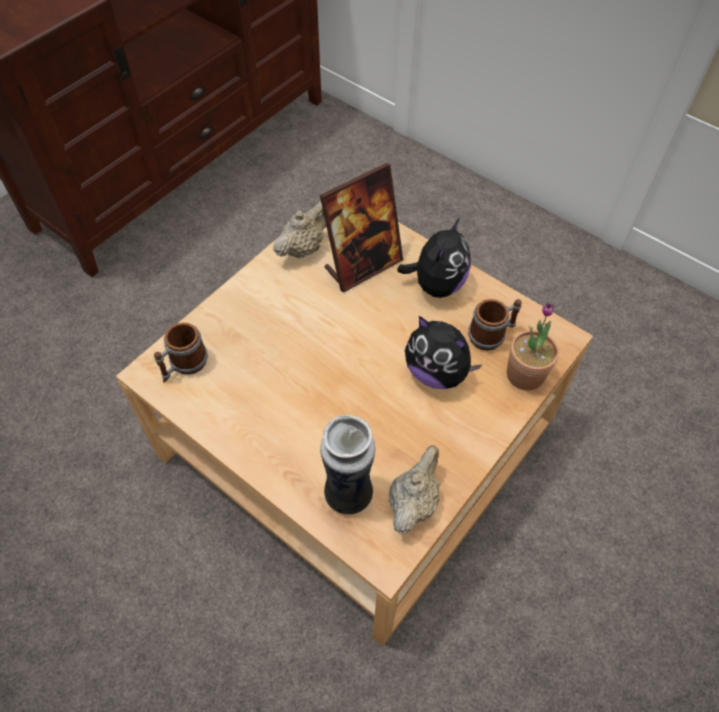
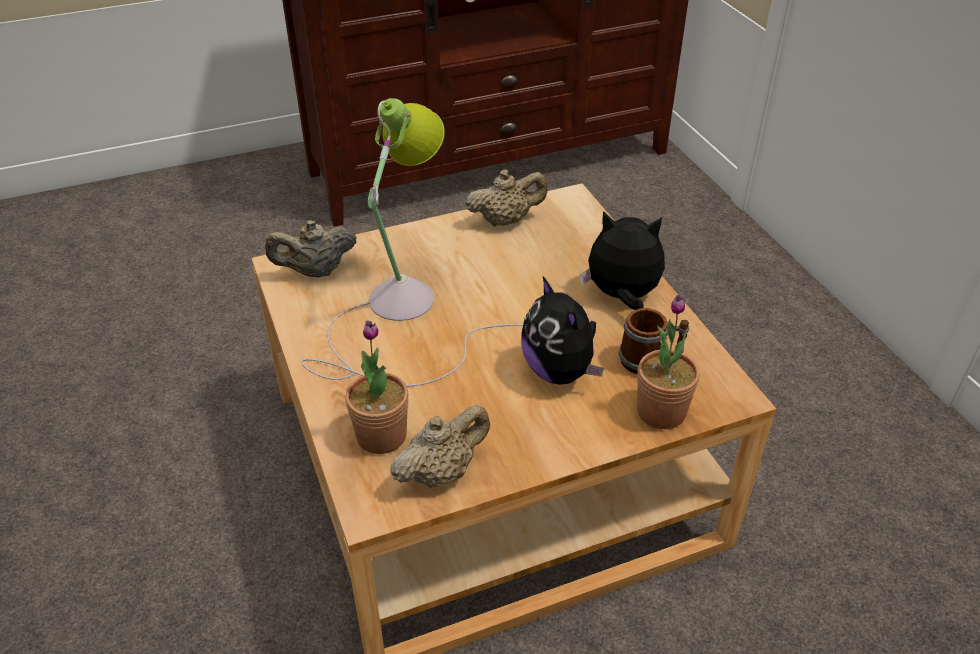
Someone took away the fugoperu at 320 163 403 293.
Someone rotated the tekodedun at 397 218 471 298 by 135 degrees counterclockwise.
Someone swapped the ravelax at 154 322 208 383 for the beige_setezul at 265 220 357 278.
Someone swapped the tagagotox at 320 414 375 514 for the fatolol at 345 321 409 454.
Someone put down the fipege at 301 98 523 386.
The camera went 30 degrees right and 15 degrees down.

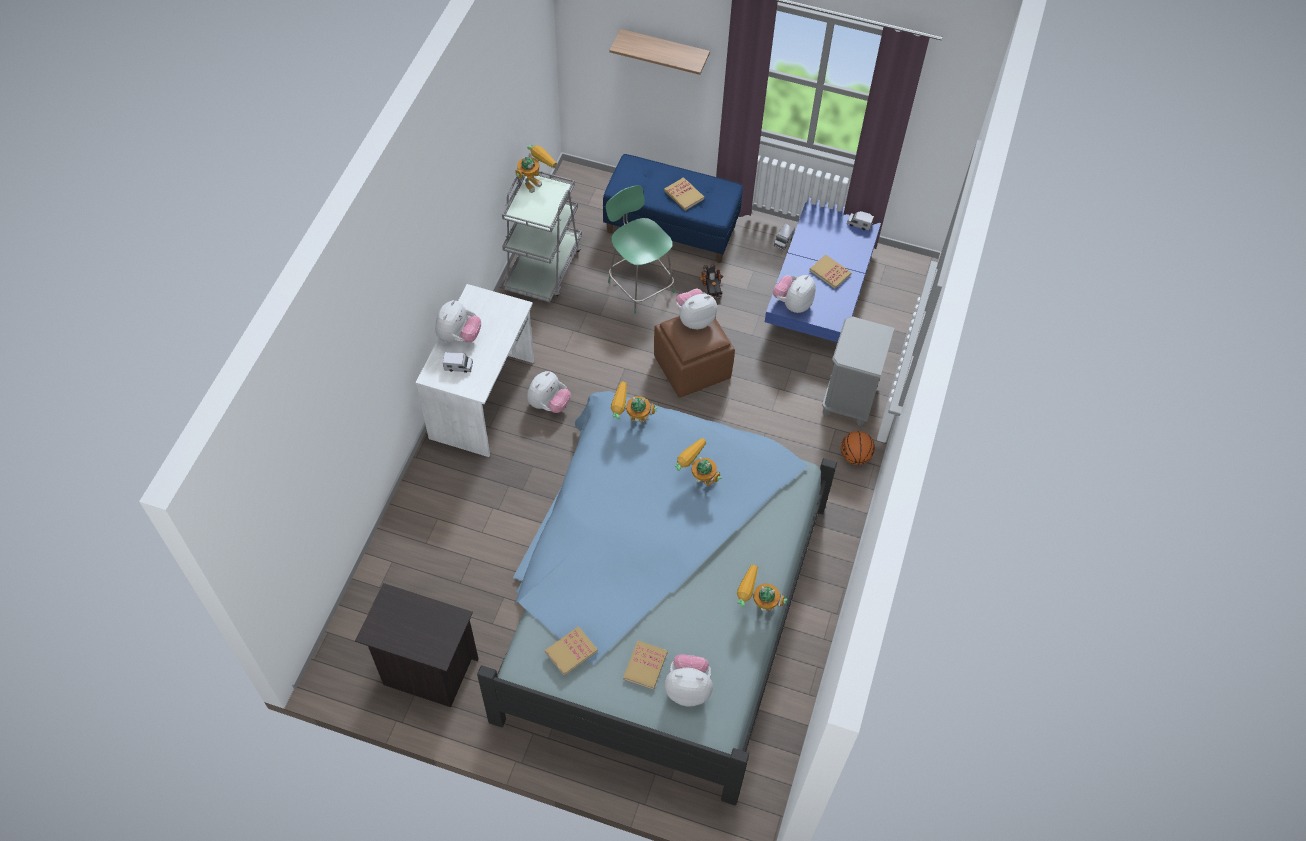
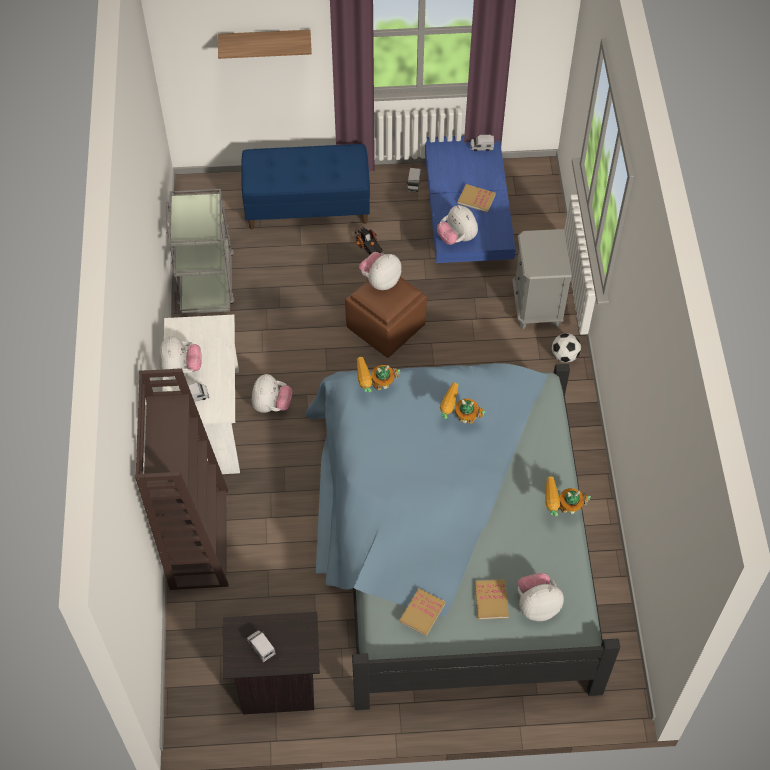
Someone took away the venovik at 515 145 557 193.
Someone took away the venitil at 664 177 704 211.
Someone took away the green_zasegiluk at 606 185 674 314.
Someone rotated the tekodedun at 773 275 816 313 by 45 degrees counterclockwise.
Someone swapped the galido at 841 431 875 465 for the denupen at 552 333 581 363.
Someone put down the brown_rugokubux at 135 368 229 590.
Someone put down the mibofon at 247 630 276 662.
The camera went 20 degrees left and 0 degrees up.

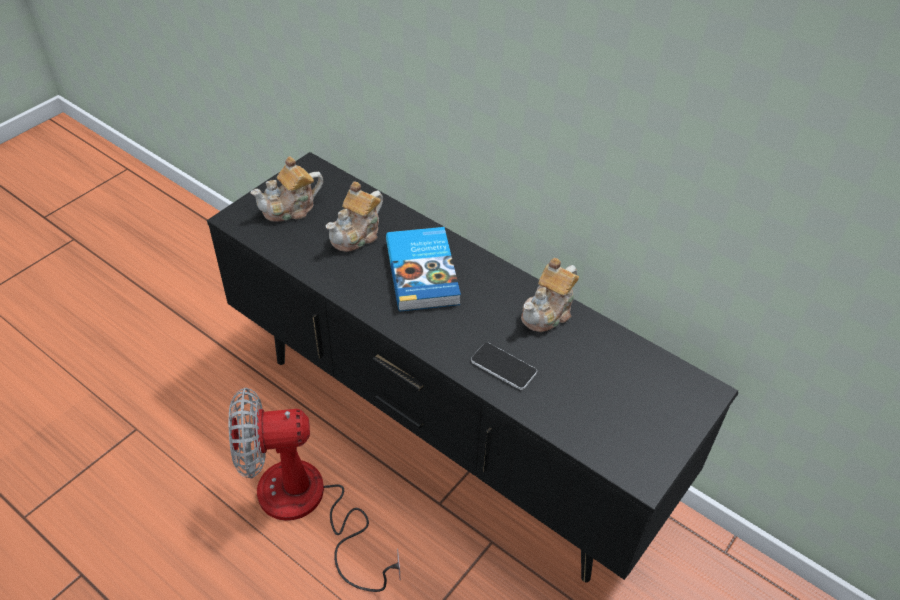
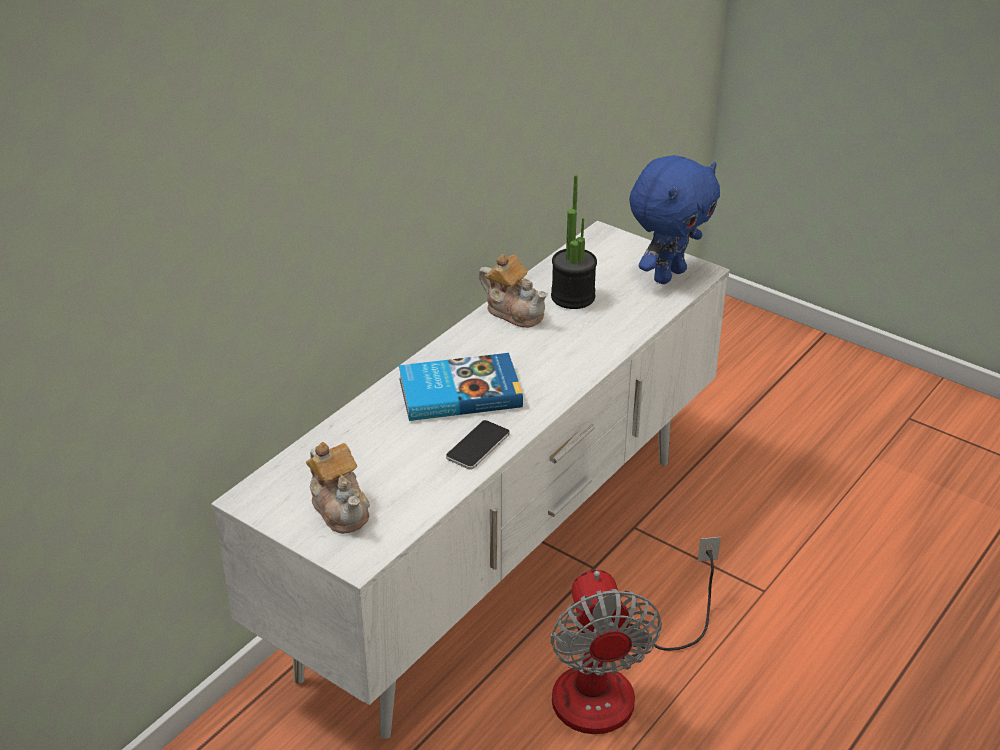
Someone repainted the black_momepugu at 207 152 738 582, which became the white_momepugu at 211 221 730 739.
Someone took away the setezul at 326 182 383 252.
Someone carried the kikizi from 471 343 537 390 to 446 420 510 470.
Someone put down the blue_tekodedun at 629 155 720 284.
Someone put down the fatolol at 551 175 597 309.
The camera went 90 degrees left and 10 degrees down.

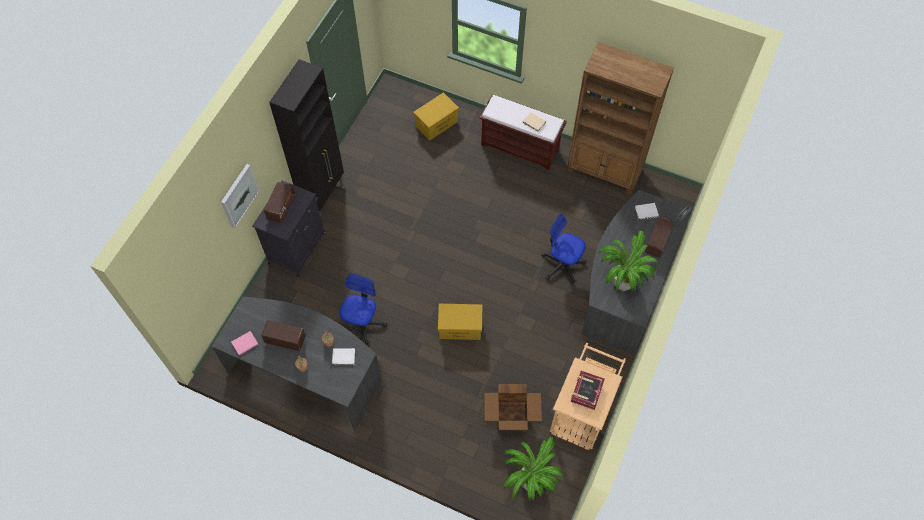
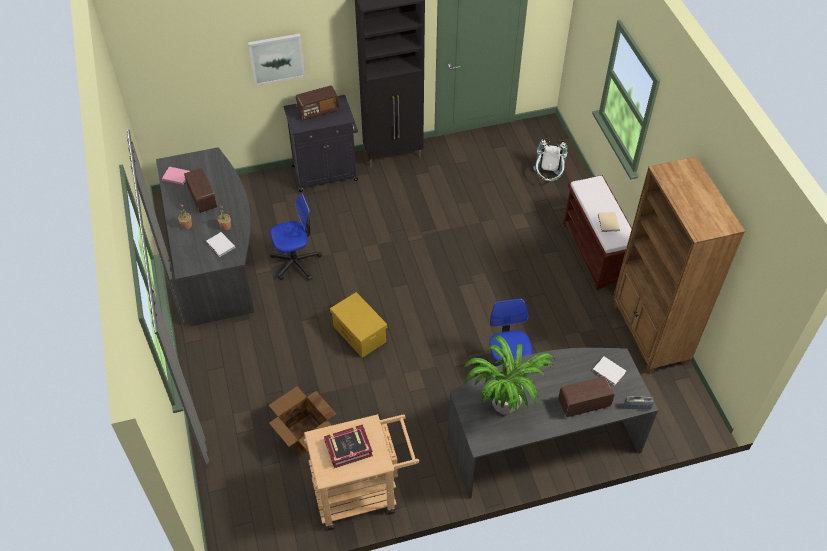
Someone swapped the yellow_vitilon at 413 92 459 140 for the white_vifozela at 533 138 568 181.
Someone took away the fatolol at 503 437 565 501.
The camera went 50 degrees right and 10 degrees down.

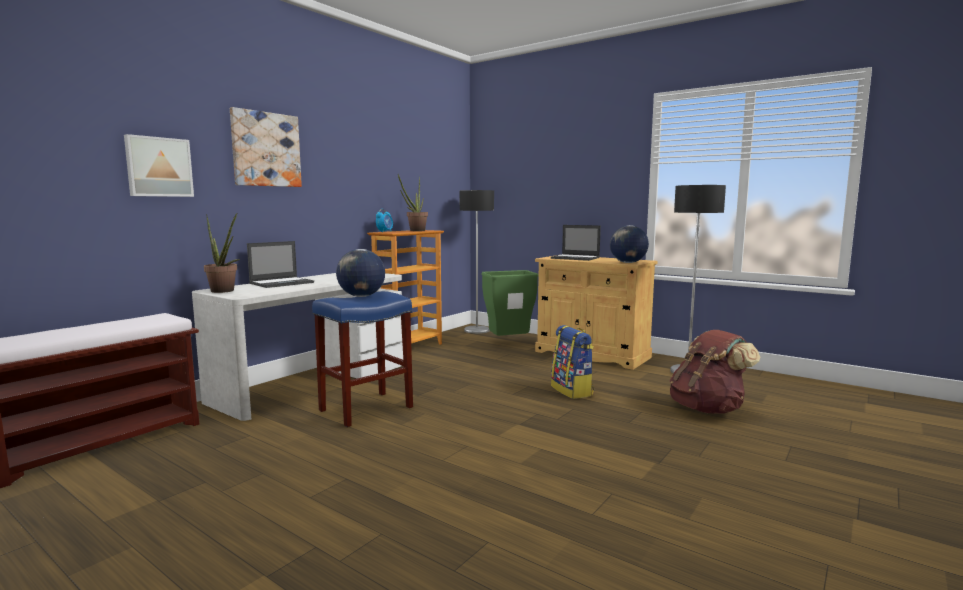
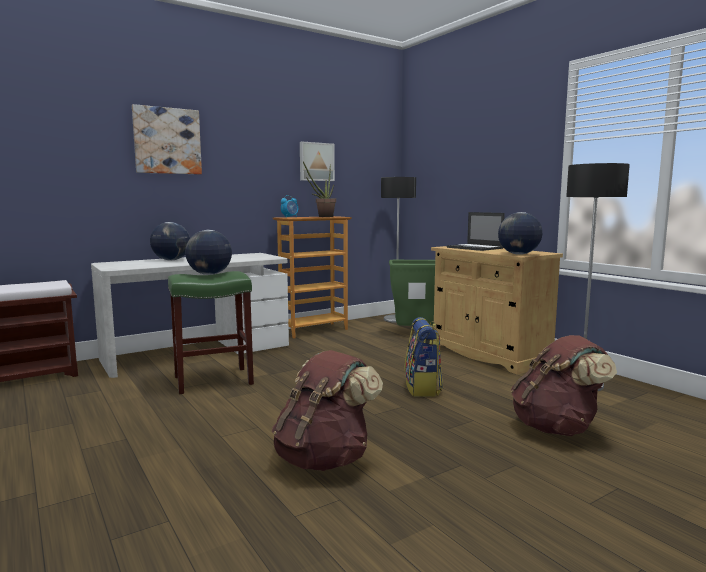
Someone carried the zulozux from 124 134 194 197 to 300 142 335 181.
Someone took away the fatolol at 204 213 240 293.
Someone swapped the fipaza at 247 241 314 288 for the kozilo at 150 222 190 260.
Someone repainted the blue_zasegiluk at 312 291 413 427, which became the green_zasegiluk at 168 271 254 394.
Someone put down the brown_vifozela at 272 350 383 471.
The camera went 20 degrees right and 0 degrees up.

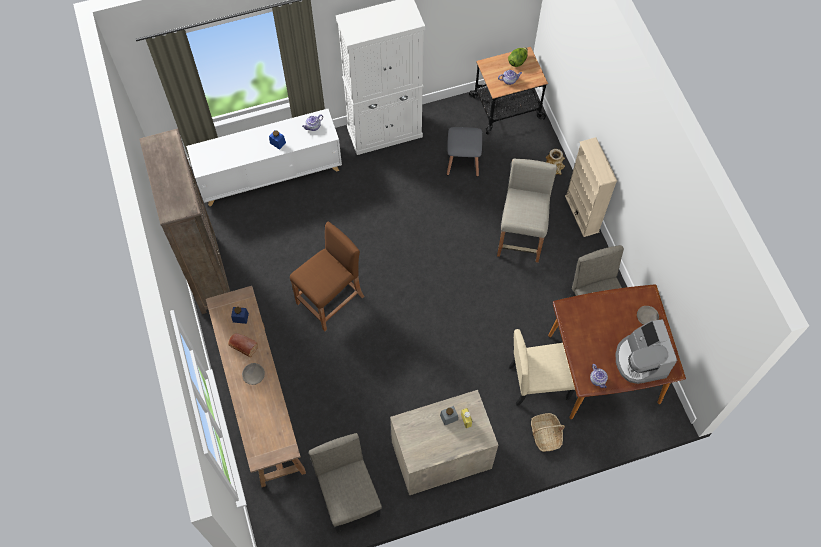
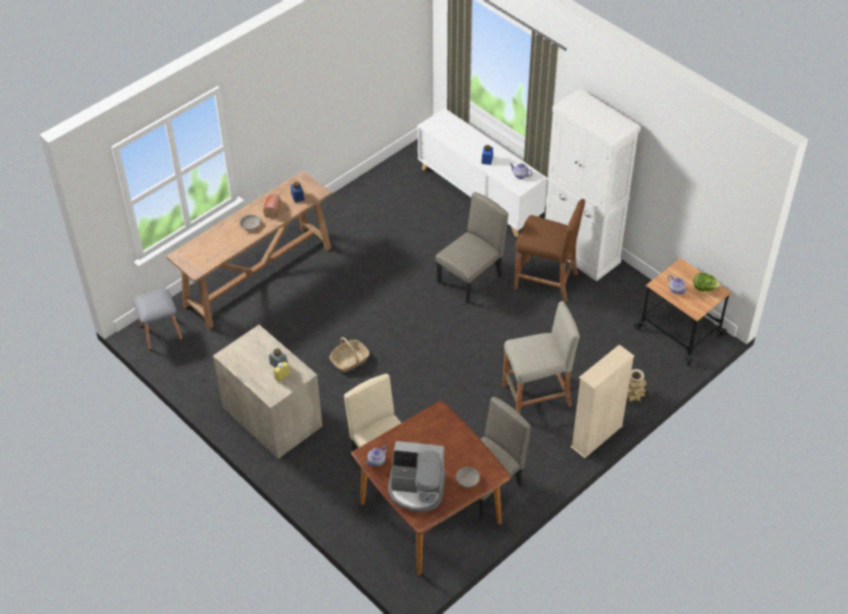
Someone carried the grey_zasegiluk from 447 127 482 177 to 133 289 183 350.
Someone took away the brown_rugokubux at 139 128 230 314.
Someone carried the brown_zasegiluk from 290 222 364 332 to 514 199 585 302.
Someone rotated the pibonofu at 615 319 677 384 by 135 degrees counterclockwise.
Someone carried the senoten from 531 413 565 452 to 330 337 369 372.
Someone carried the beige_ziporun from 309 433 382 533 to 436 192 508 303.
The camera went 65 degrees right and 15 degrees down.

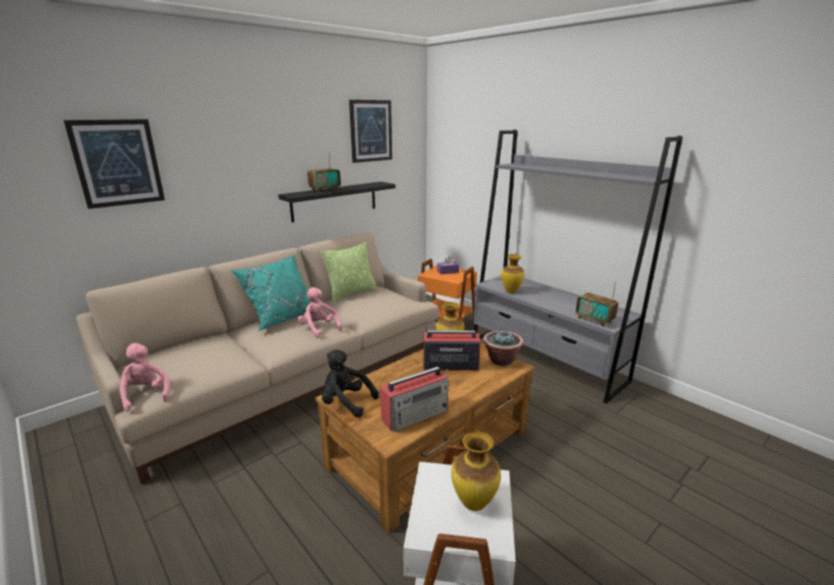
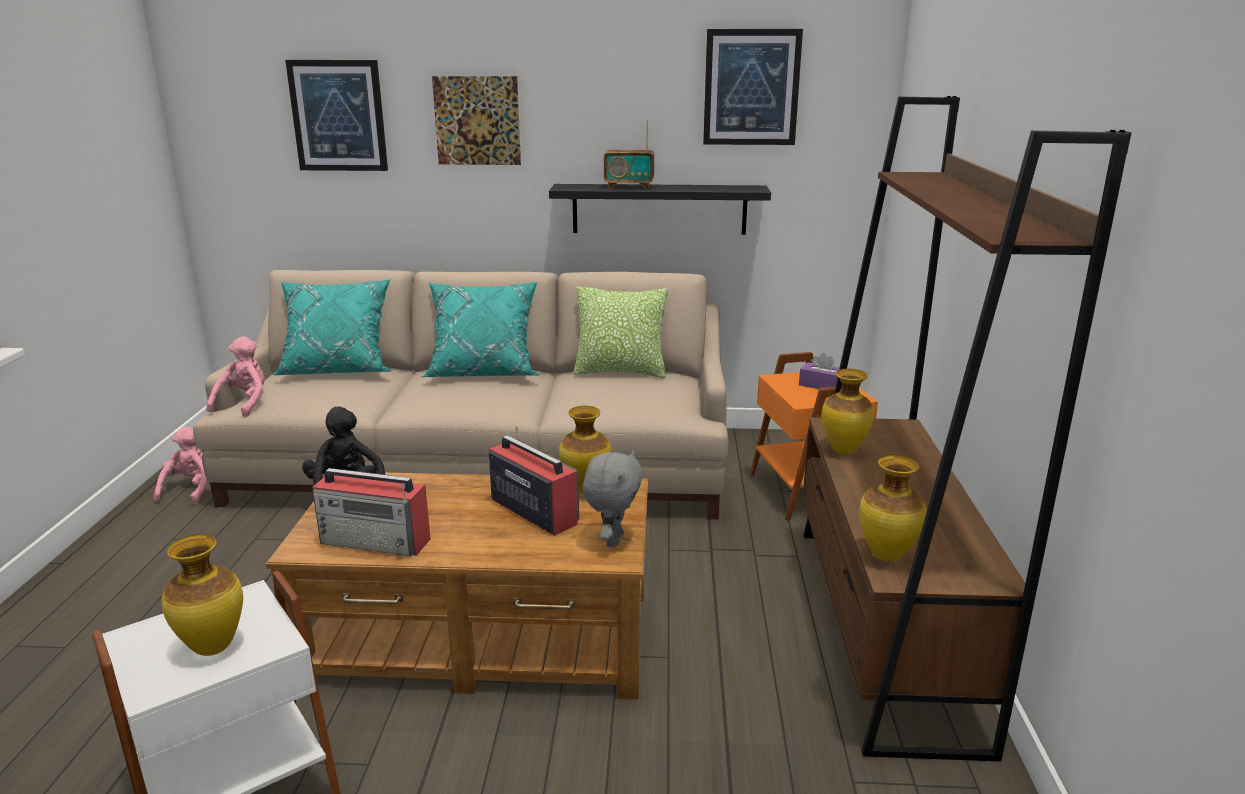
Someone repainted the grey_rugokubux at 474 130 683 403, which became the brown_rugokubux at 802 96 1131 762.
Someone swapped the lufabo at 576 282 618 327 for the tagagotox at 859 455 926 562.
Someone carried the pink_tekodedun from 298 287 342 338 to 154 426 208 504.
Someone swapped the fatolol at 483 330 524 366 for the grey_tekodedun at 583 451 643 548.
Someone put up the zulozux at 432 76 521 165.
Someone put down the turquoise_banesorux at 271 279 391 375.
The camera went 45 degrees right and 0 degrees up.

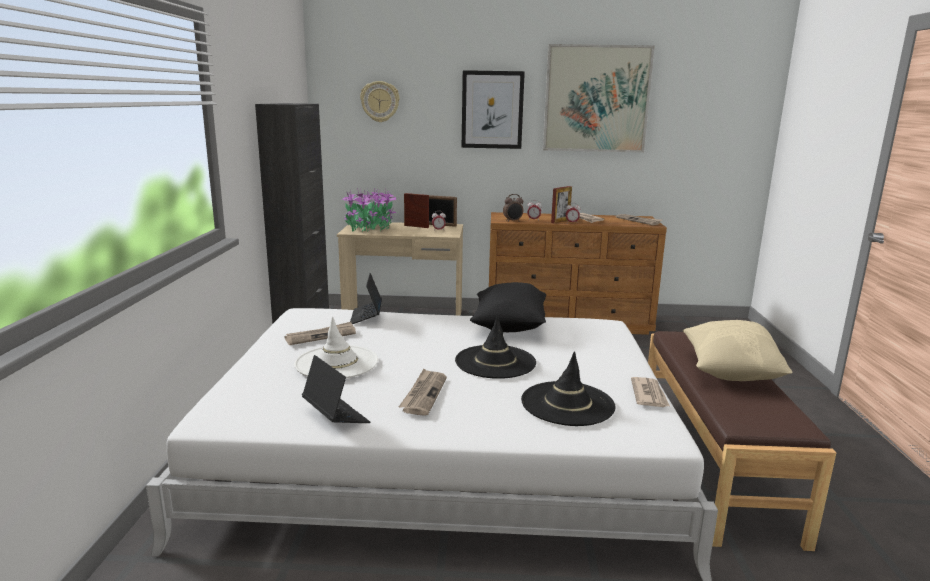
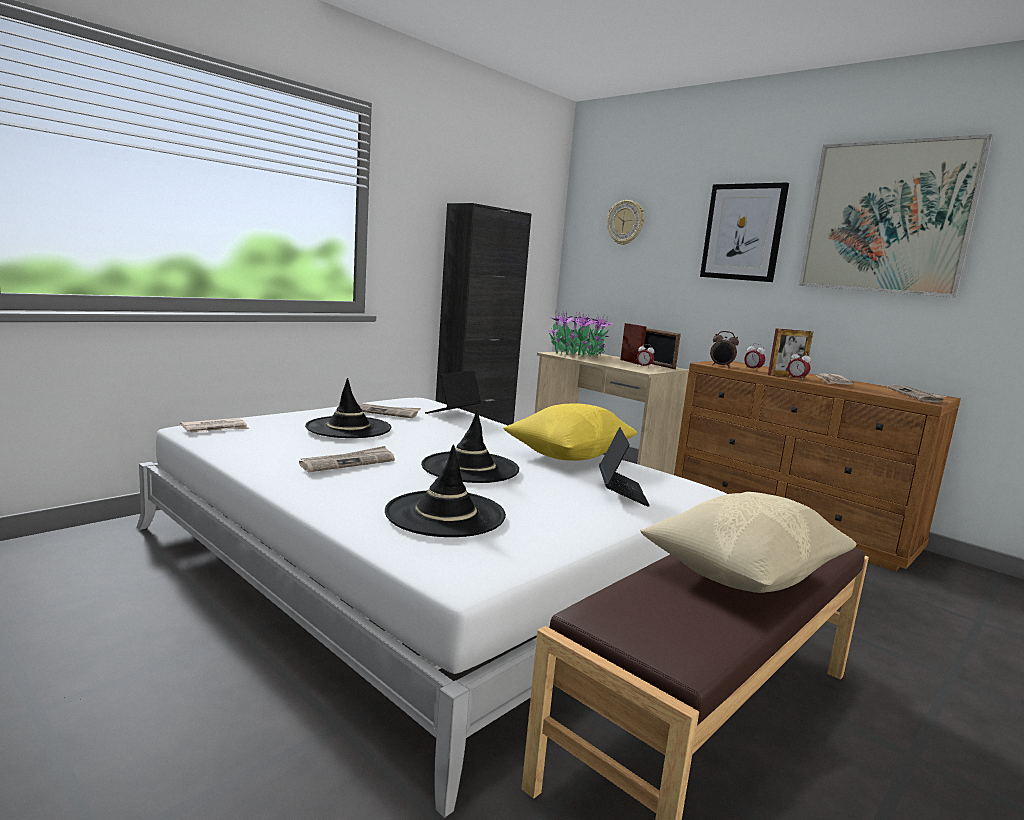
Someone repainted the black_banesorux at 470 282 546 332, which became the yellow_banesorux at 503 403 637 461.
Someone repainted the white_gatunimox at 294 317 378 378, which became the black_gatunimox at 305 378 391 438.
Someone carried the fipaza from 302 355 370 423 to 599 427 650 507.
Someone carried the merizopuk from 631 377 670 407 to 180 418 249 433.
The camera went 40 degrees right and 5 degrees down.

